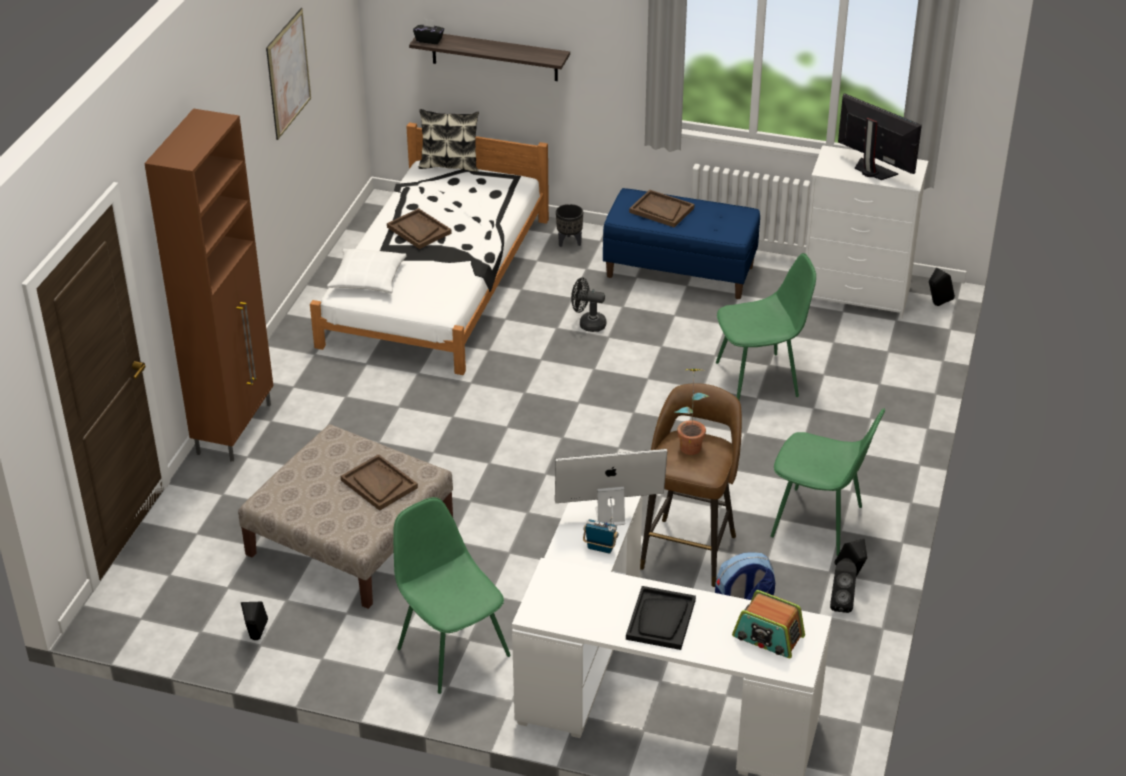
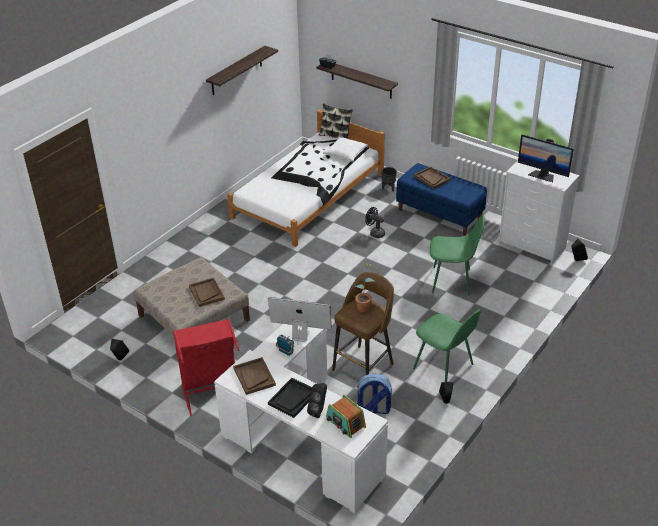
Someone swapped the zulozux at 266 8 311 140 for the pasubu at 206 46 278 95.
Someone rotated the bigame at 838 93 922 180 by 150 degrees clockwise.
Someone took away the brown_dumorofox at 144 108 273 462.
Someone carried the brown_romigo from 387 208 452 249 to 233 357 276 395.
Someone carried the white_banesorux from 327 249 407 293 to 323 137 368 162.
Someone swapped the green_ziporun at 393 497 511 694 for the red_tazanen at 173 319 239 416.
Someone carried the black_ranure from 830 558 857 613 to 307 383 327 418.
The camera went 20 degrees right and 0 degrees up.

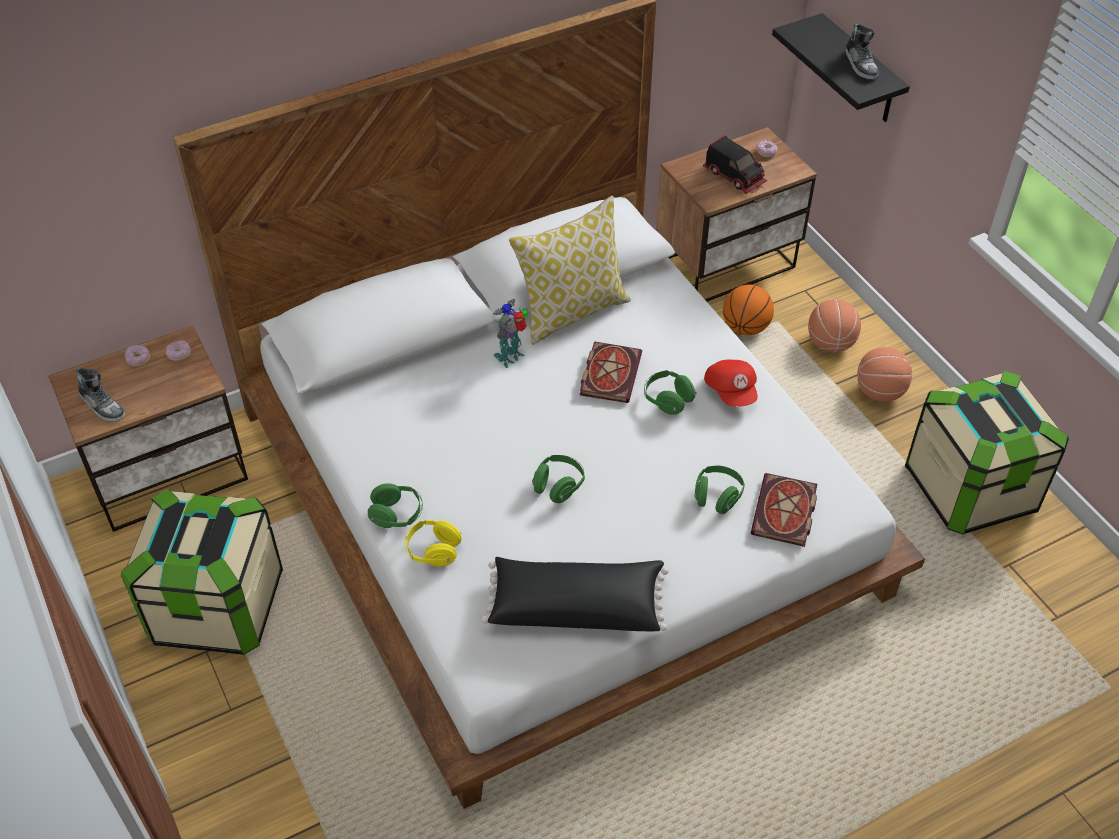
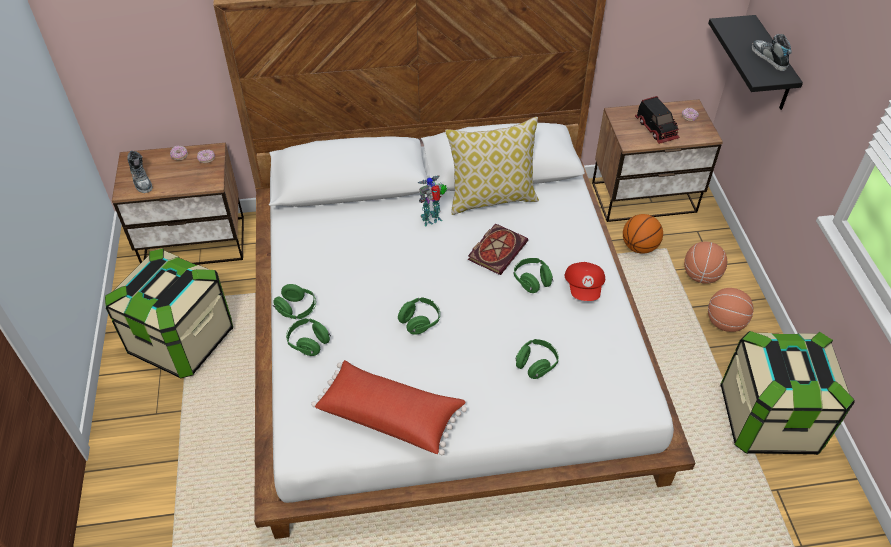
Someone rotated the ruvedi at 845 24 879 80 by 150 degrees clockwise.
Someone took away the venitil at 751 473 817 547.
Someone repainted the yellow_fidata at 405 520 462 566, which became the green_fidata at 286 318 331 356.
Someone repainted the black_banesorux at 481 557 669 631, which became the red_banesorux at 311 360 467 455.
The camera went 20 degrees right and 0 degrees up.

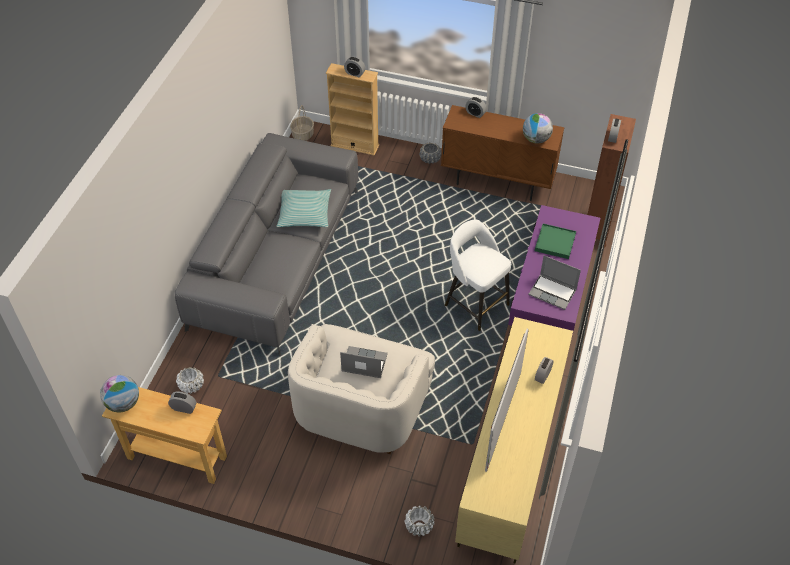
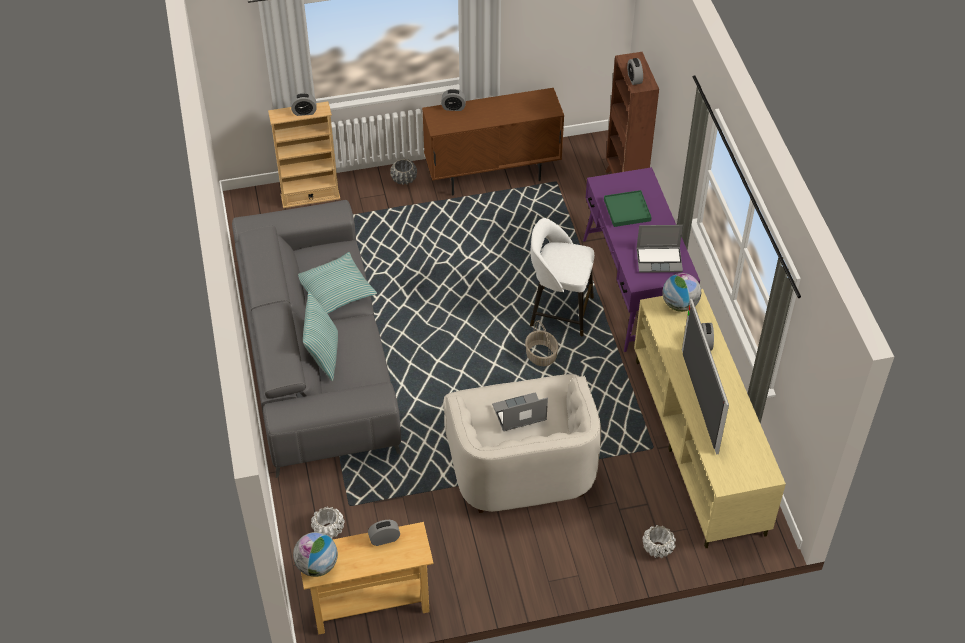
Someone carried the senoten from 290 105 314 141 to 525 320 558 366.
Someone carried the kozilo from 523 113 553 144 to 662 273 701 312.
Someone put down the banesorux at 303 291 338 381.
The camera went 30 degrees left and 0 degrees up.

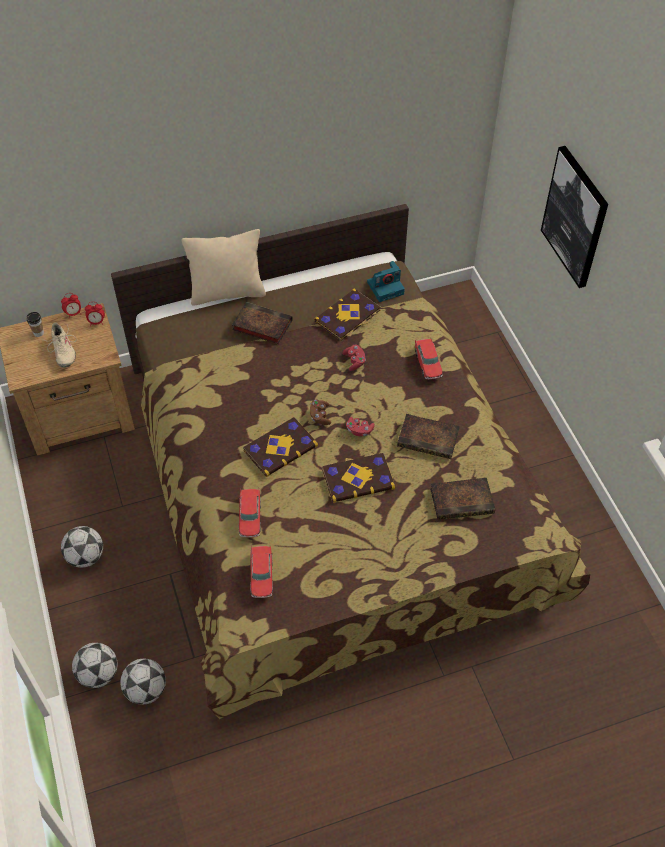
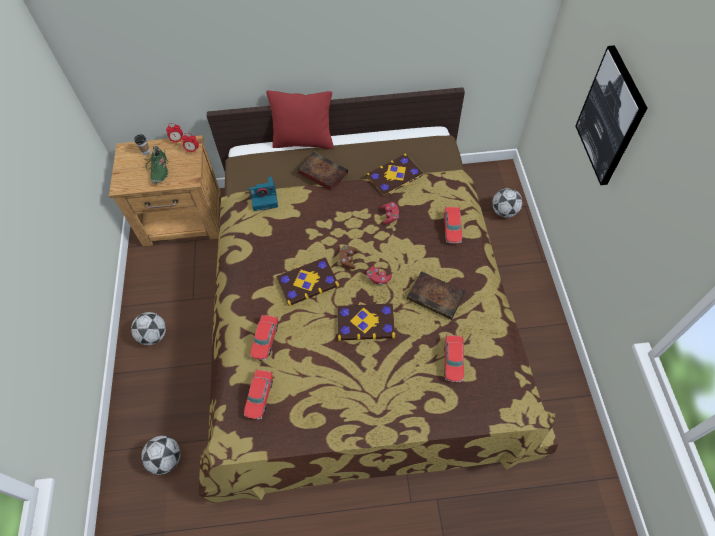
Someone repainted the beige_banesorux at 182 229 266 306, which became the red_banesorux at 266 90 334 149.
Someone carried the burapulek from 367 261 405 302 to 249 176 278 211.
Someone repainted the beige_ruvedi at 45 323 77 368, which became the green_ruvedi at 143 146 168 184.
Someone swapped the venitil at 430 478 495 520 for the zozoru at 444 334 464 382.
Someone carried the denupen from 72 643 118 688 to 492 188 523 218.
The camera went 15 degrees right and 5 degrees up.

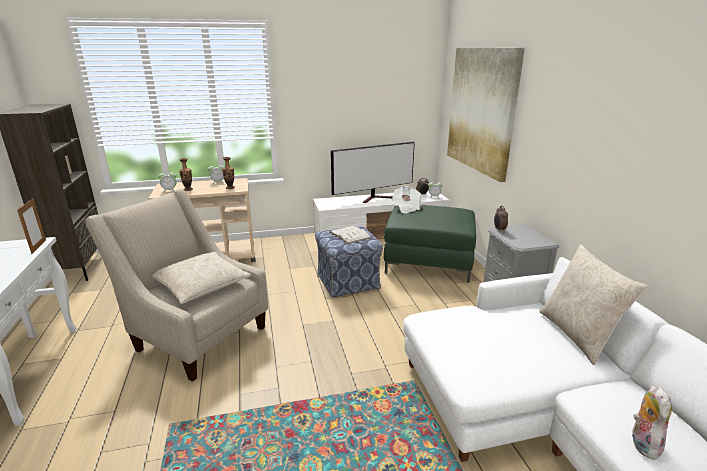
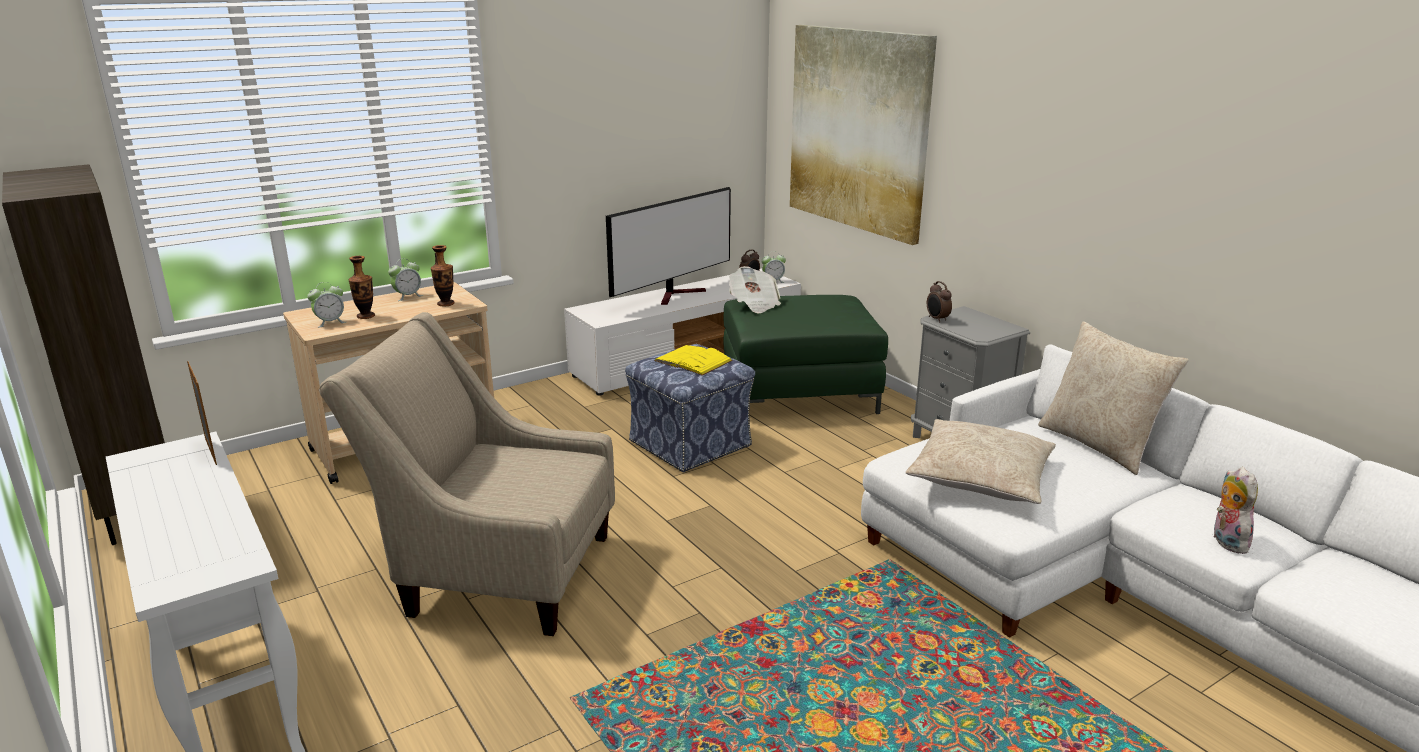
Someone repainted the white_venitil at 330 226 371 244, which became the yellow_venitil at 654 345 733 376.
Someone carried the beige_banesorux from 152 252 251 304 to 906 419 1056 504.
The camera went 20 degrees left and 0 degrees up.

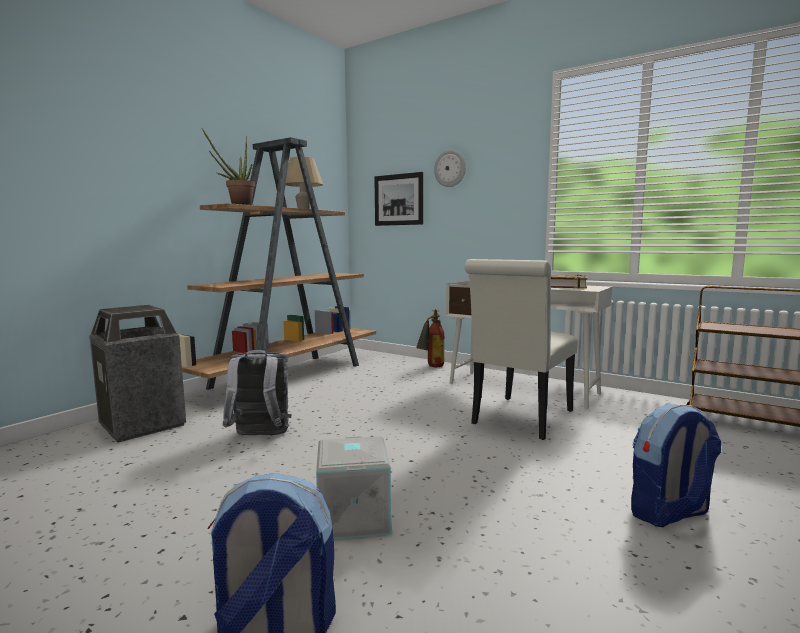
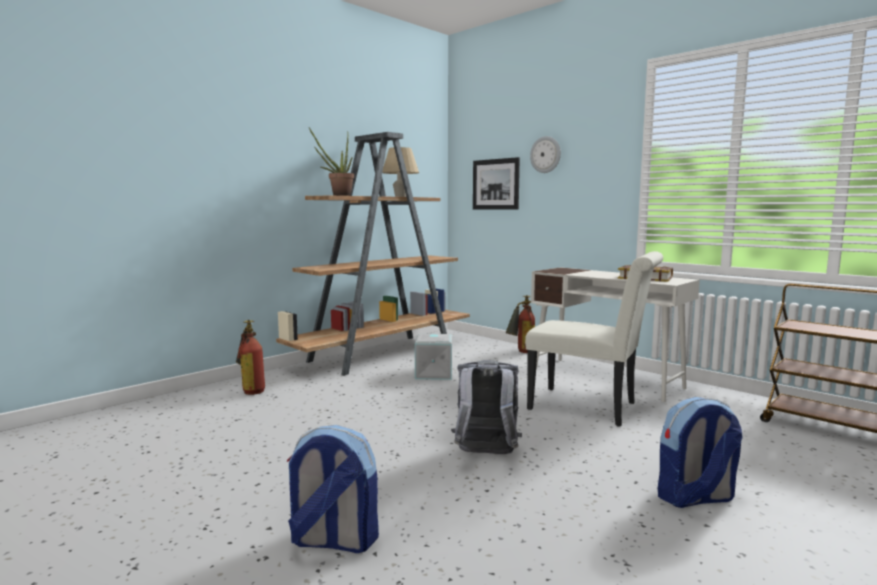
Someone rotated the white_ziporun at 465 259 578 440 by 105 degrees counterclockwise.
Someone swapped the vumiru at 89 305 186 443 for the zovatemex at 236 320 265 395.
Someone carried the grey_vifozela from 223 350 291 435 to 451 360 522 454.
Someone carried the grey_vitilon from 316 436 391 539 to 415 334 452 380.
The camera went 10 degrees right and 0 degrees up.

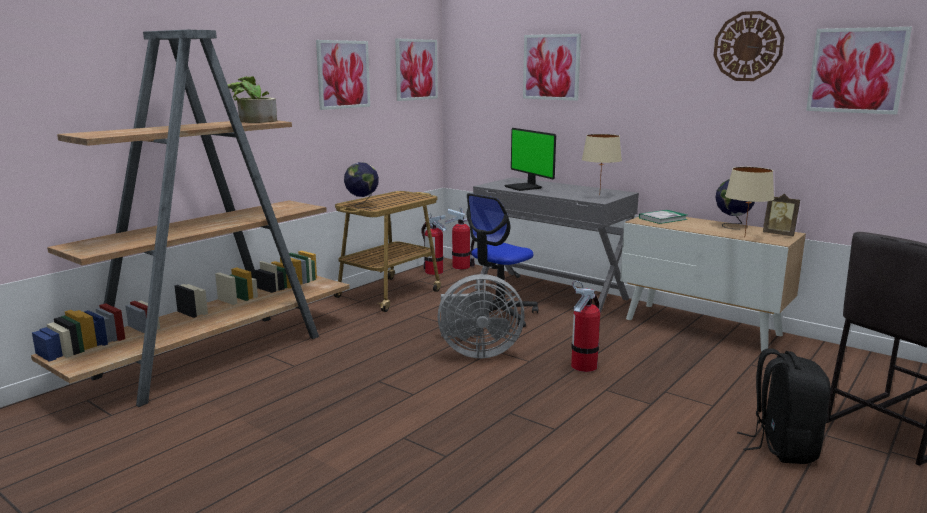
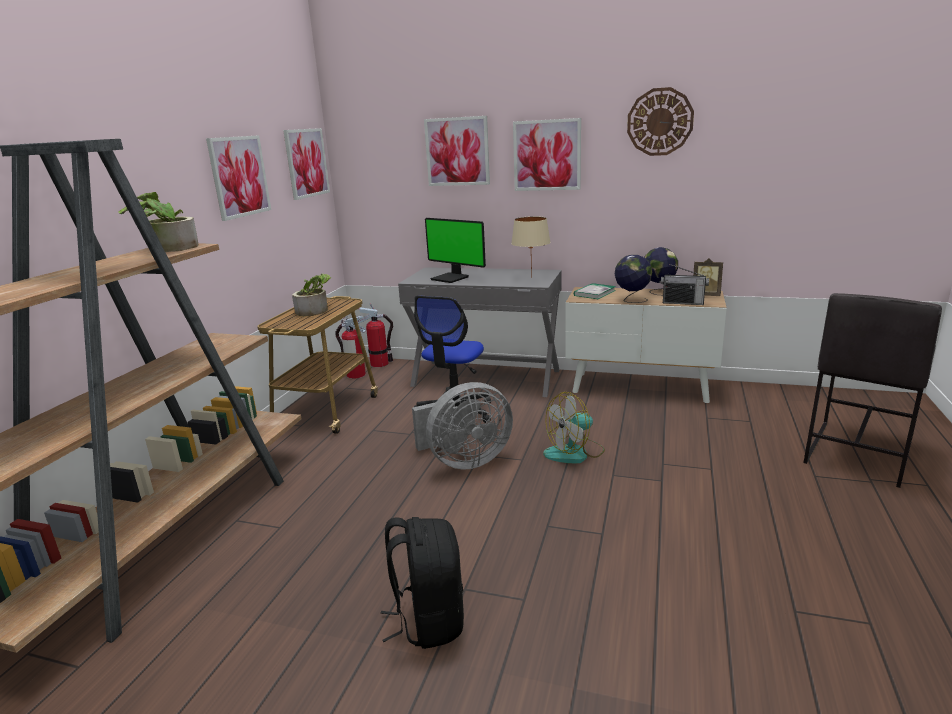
Someone carried the zulozux from 806 27 912 114 to 513 118 581 191.
Someone carried the kozilo from 344 162 379 208 to 615 255 652 303.
Someone swapped the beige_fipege at 725 167 774 238 for the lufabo at 661 264 709 305.
Someone swapped the zovatemex at 571 281 600 372 for the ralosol at 543 392 605 463.
Someone carried the black_vifozela from 737 348 831 464 to 381 517 464 649.
Someone put down the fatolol at 292 274 331 316.
The camera went 20 degrees left and 5 degrees up.

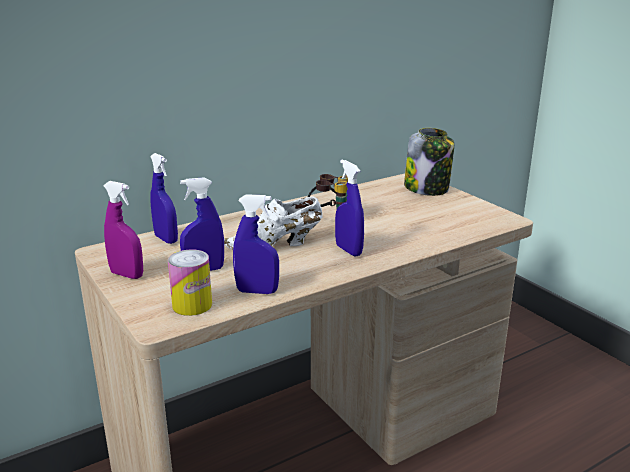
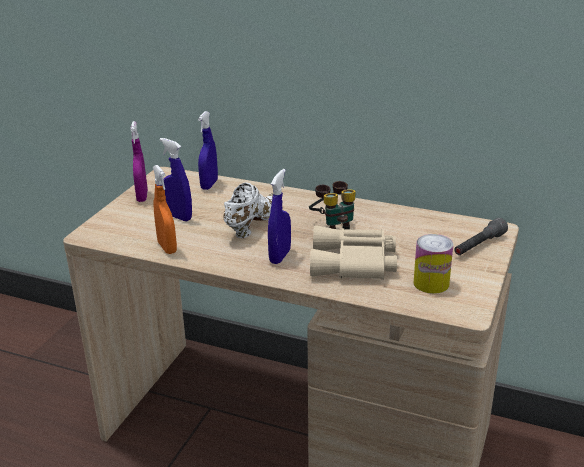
Someone swapped the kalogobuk at 404 128 454 196 for the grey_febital at 454 218 508 255.
Someone repainted the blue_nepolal at 233 194 279 294, which became the orange_nepolal at 153 165 177 254.
Someone rotated the white_ruvedi at 224 196 323 250 by 75 degrees clockwise.
Someone carried the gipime from 168 249 212 316 to 414 234 453 294.
Someone put down the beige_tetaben at 310 226 397 280.
The camera went 55 degrees right and 5 degrees up.

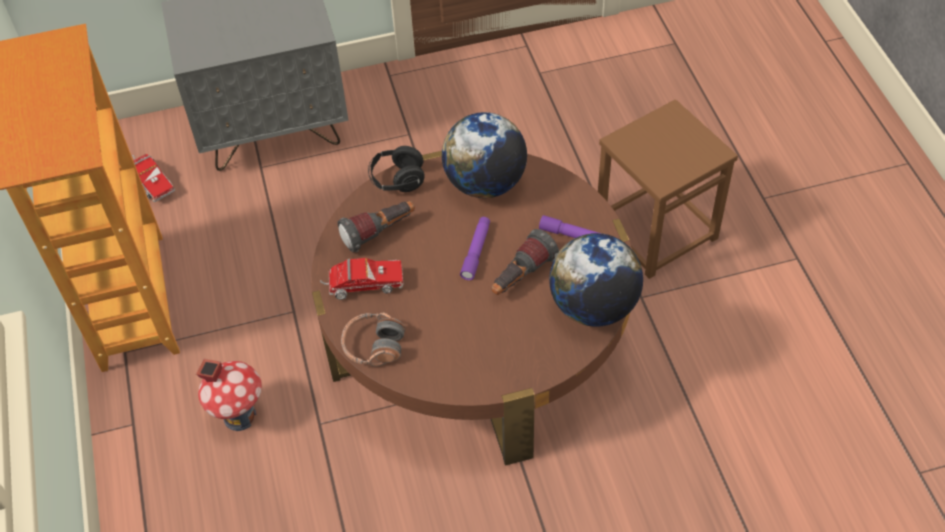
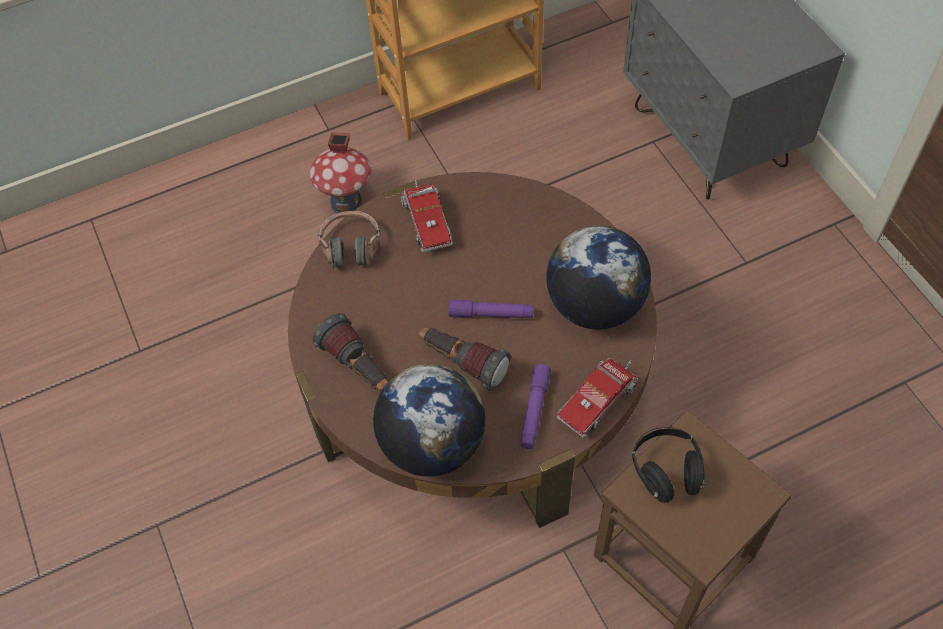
Someone carried the black_fidata from 368 146 425 192 to 632 427 705 503.
Someone carried the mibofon from 132 154 175 202 to 557 358 638 438.
Someone carried the febital from 337 201 415 253 to 313 313 388 392.
The camera went 80 degrees right and 5 degrees up.

